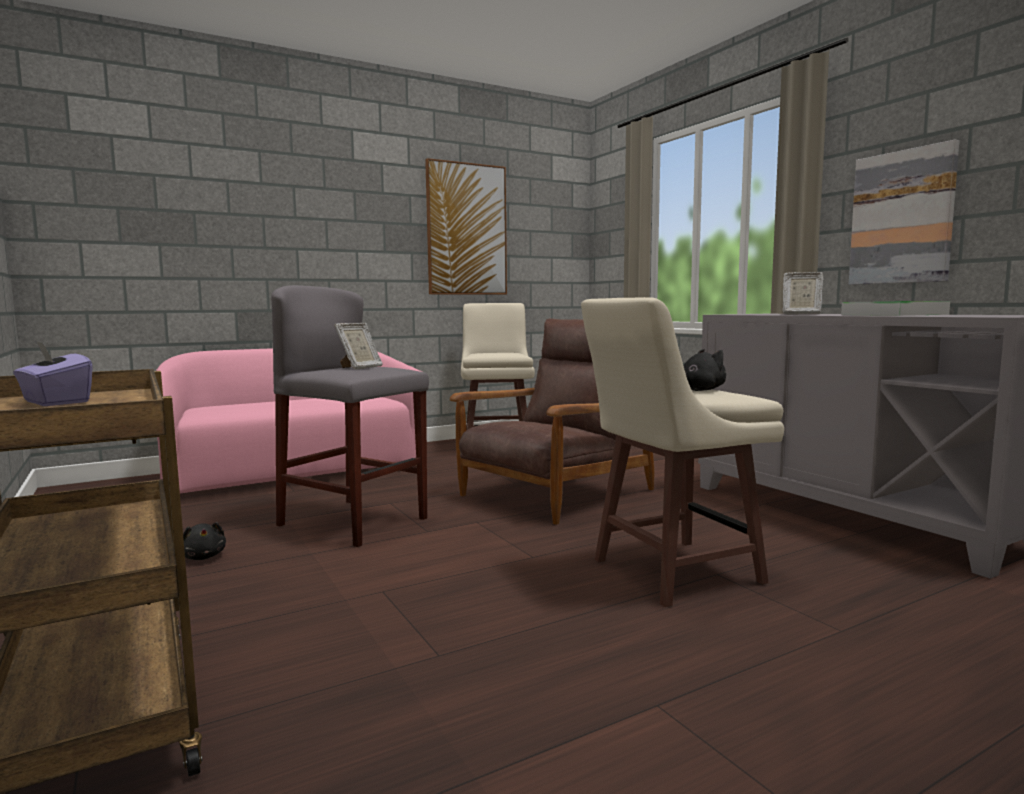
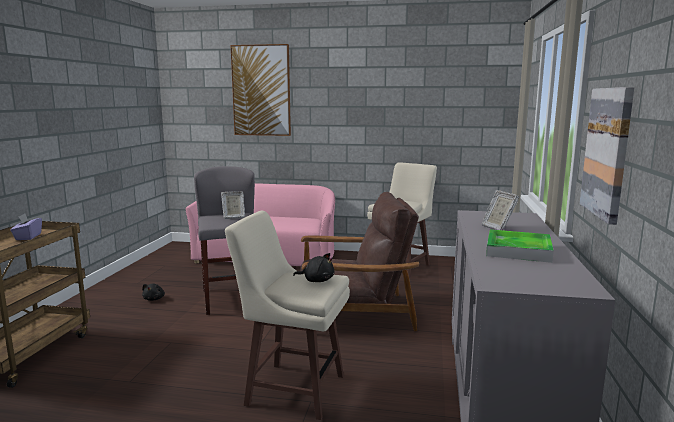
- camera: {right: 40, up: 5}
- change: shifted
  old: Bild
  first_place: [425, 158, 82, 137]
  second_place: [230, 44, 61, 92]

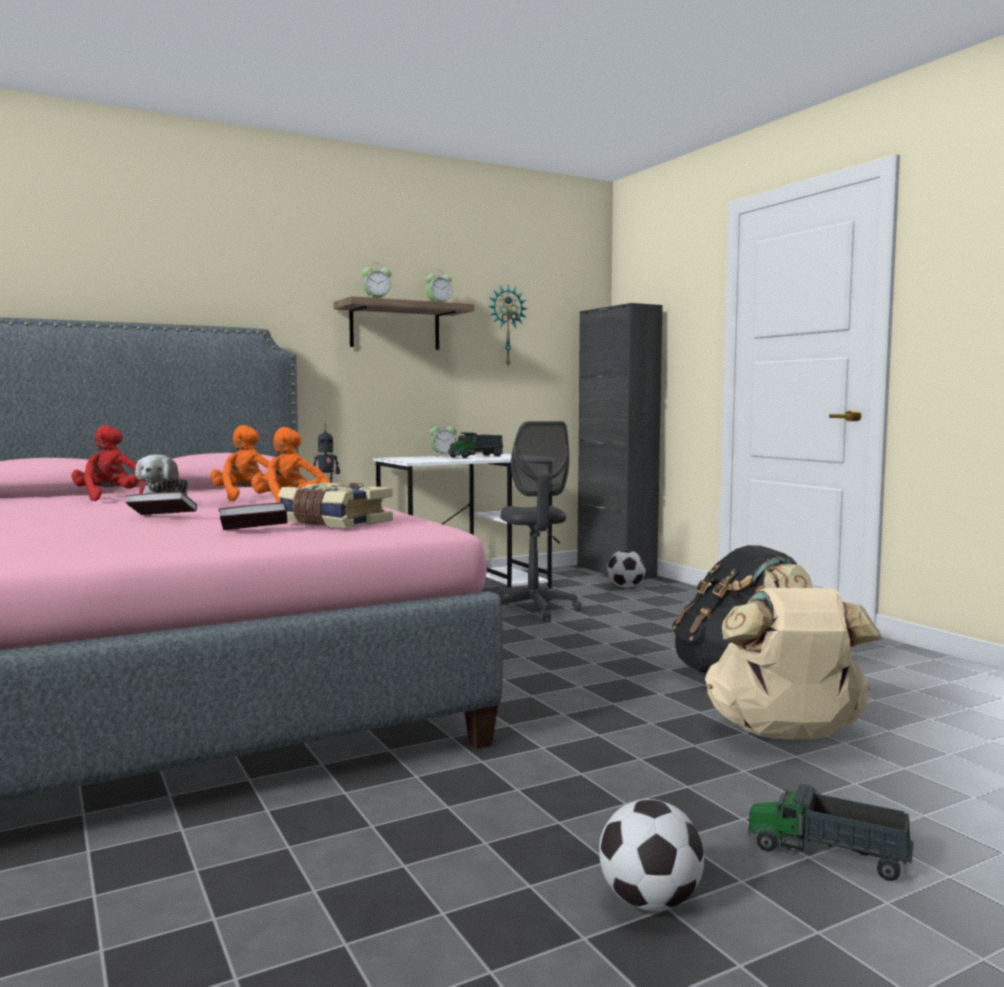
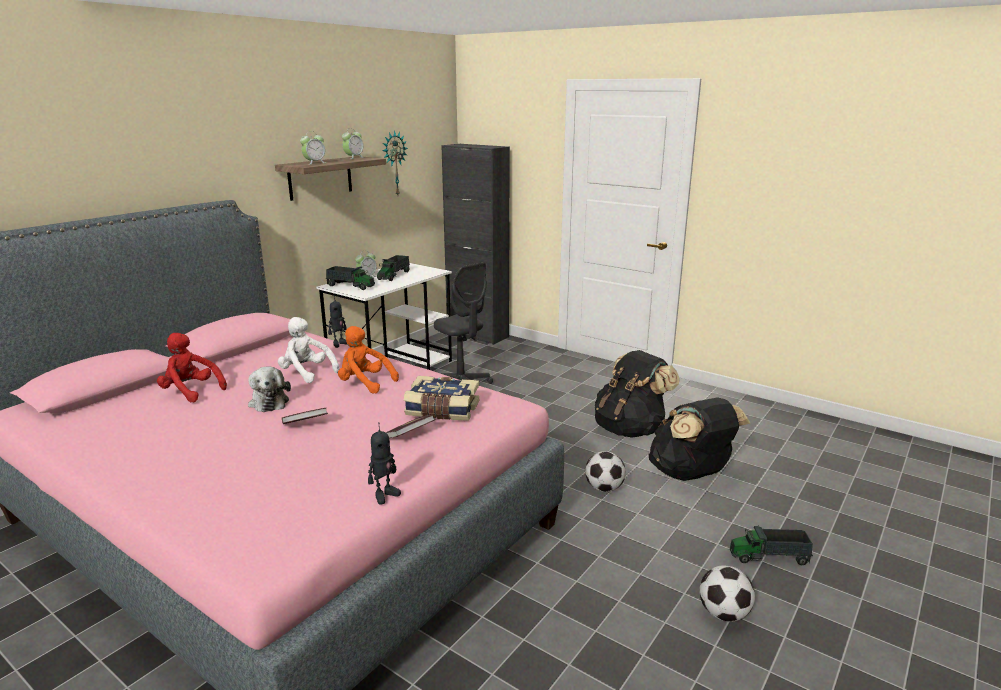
- camera: {right: -25, up: 15}
- change: new
  new: Spielzeuglaster
  second_place: [325, 266, 50, 24]
- change: new
  new: Spielzeugroboter
  second_place: [368, 422, 33, 83]
- change: shifted
  old: Fußball
  first_place: [607, 550, 39, 38]
  second_place: [585, 451, 41, 41]
- change: repainted
  old: Plüschtier (orange)
  new: Plüschtier (weiß)
  first_place: [210, 425, 60, 76]
  second_place: [278, 317, 61, 66]
- change: repainted
  old: Rucksack (beige)
  new: Rucksack (schwarz)
  first_place: [705, 588, 178, 151]
  second_place: [649, 397, 101, 84]

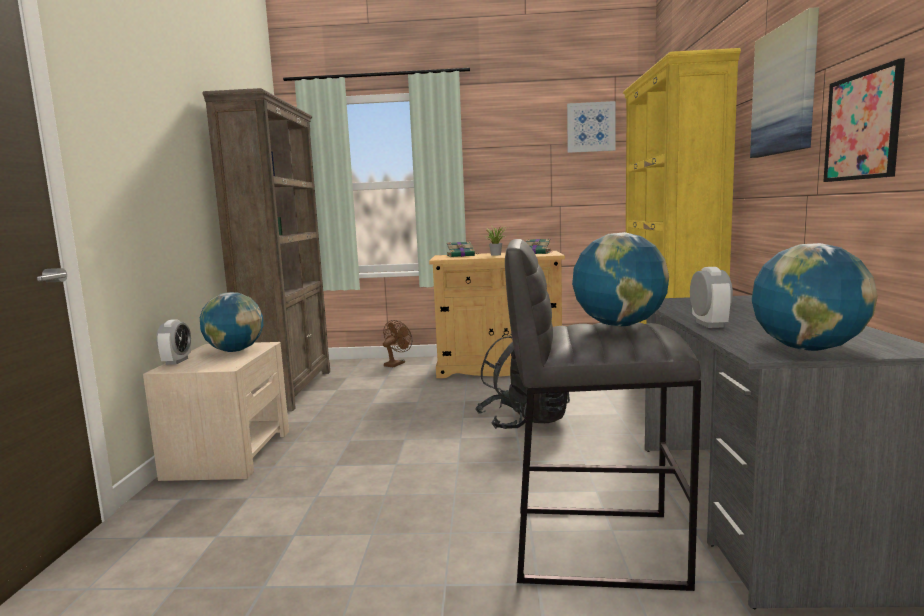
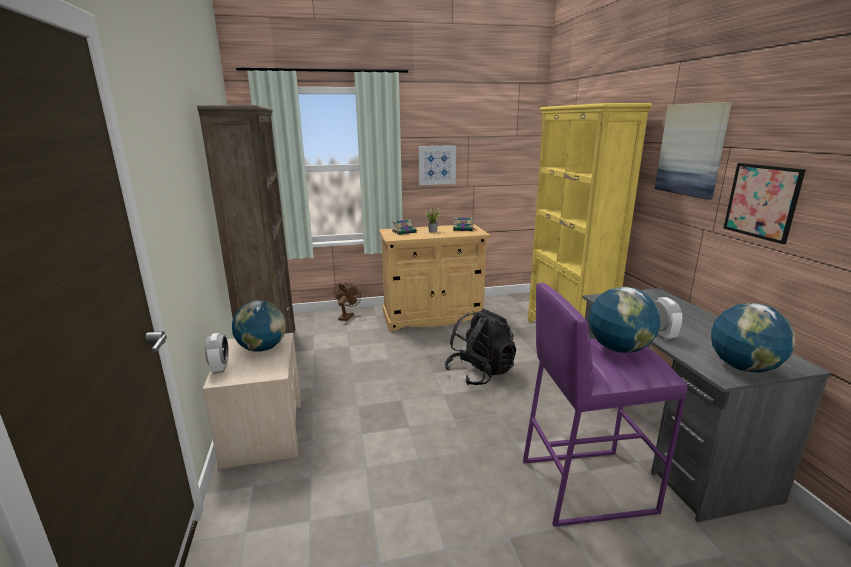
- camera: {right: -15, up: 10}
- change: shifted
  old: Bild
  first_place: [567, 101, 49, 52]
  second_place: [419, 145, 37, 40]
- change: repainted
  old: Hocker (grau)
  new: Hocker (lila)
  first_place: [505, 239, 196, 352]
  second_place: [523, 283, 164, 244]

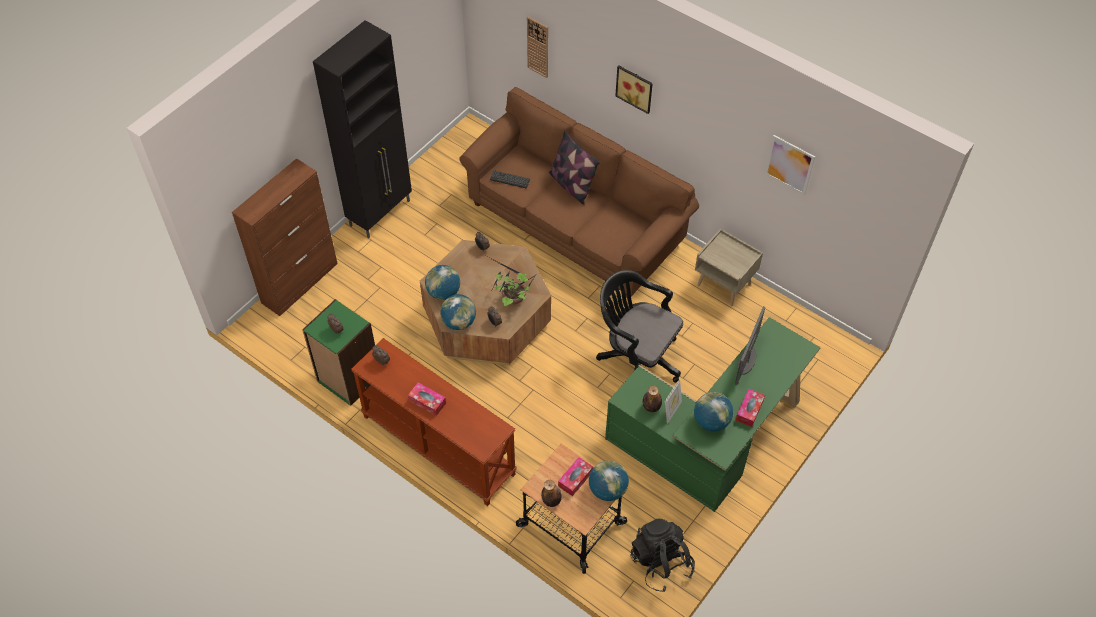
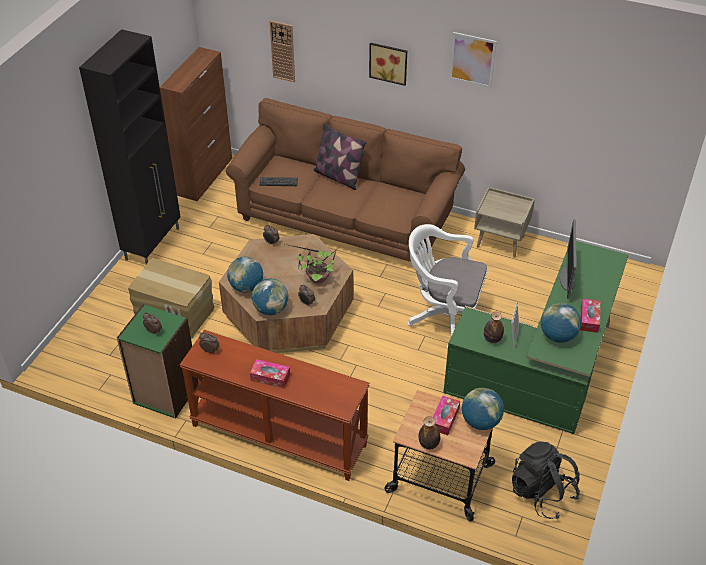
- camera: {right: -15, up: -10}
- change: new
  new: Karton
  second_place: [128, 258, 86, 81]
- change: shifted
  old: Schrank (braun)
  first_place: [232, 158, 106, 158]
  second_place: [160, 47, 72, 154]
- change: shifted
  old: Bild
  first_place: [765, 135, 50, 60]
  second_place: [449, 32, 48, 56]
- change: repainted
  old: Bürostuhl (schwarz)
  new: Bürostuhl (weiß)
  first_place: [596, 270, 87, 113]
  second_place: [407, 224, 80, 125]

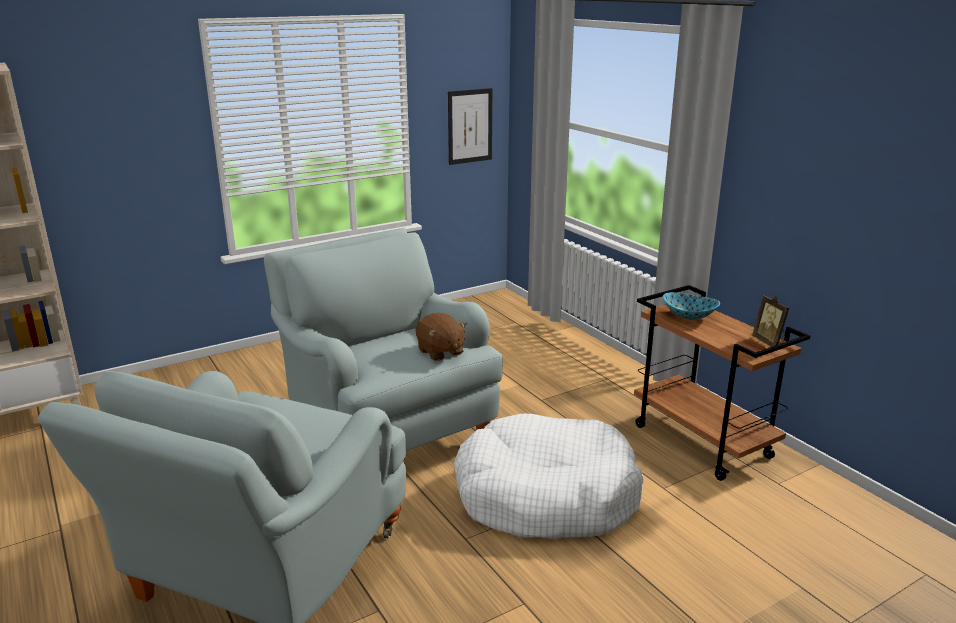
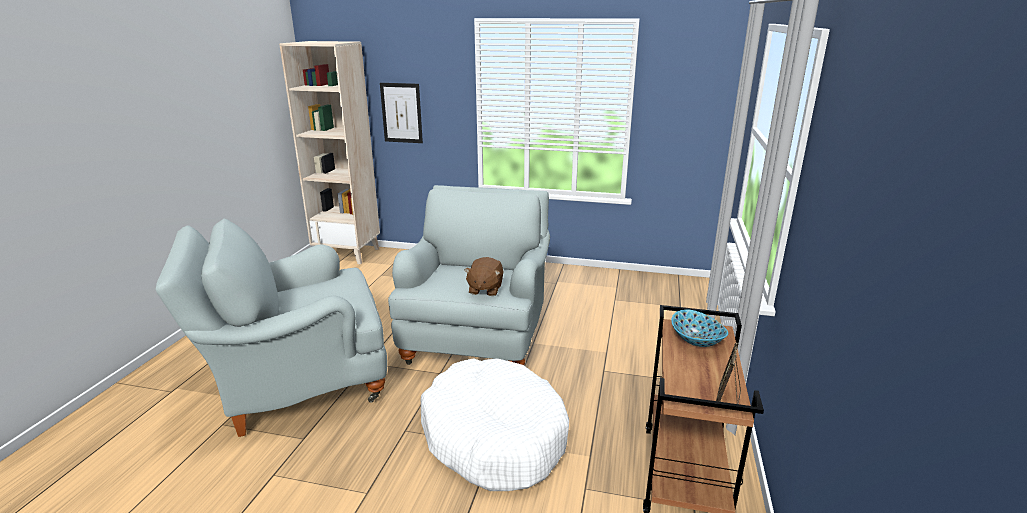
- camera: {right: 45, up: 0}
- change: shifted
  old: Bild
  first_place: [448, 88, 44, 77]
  second_place: [380, 83, 43, 60]

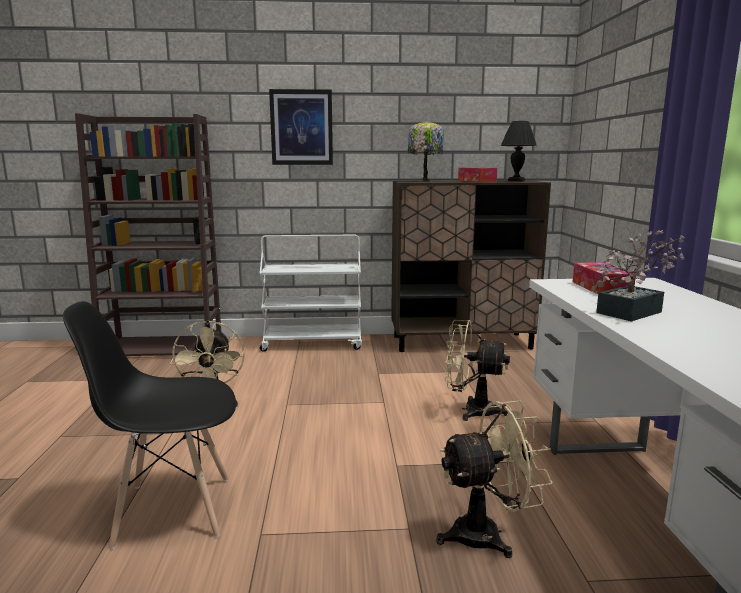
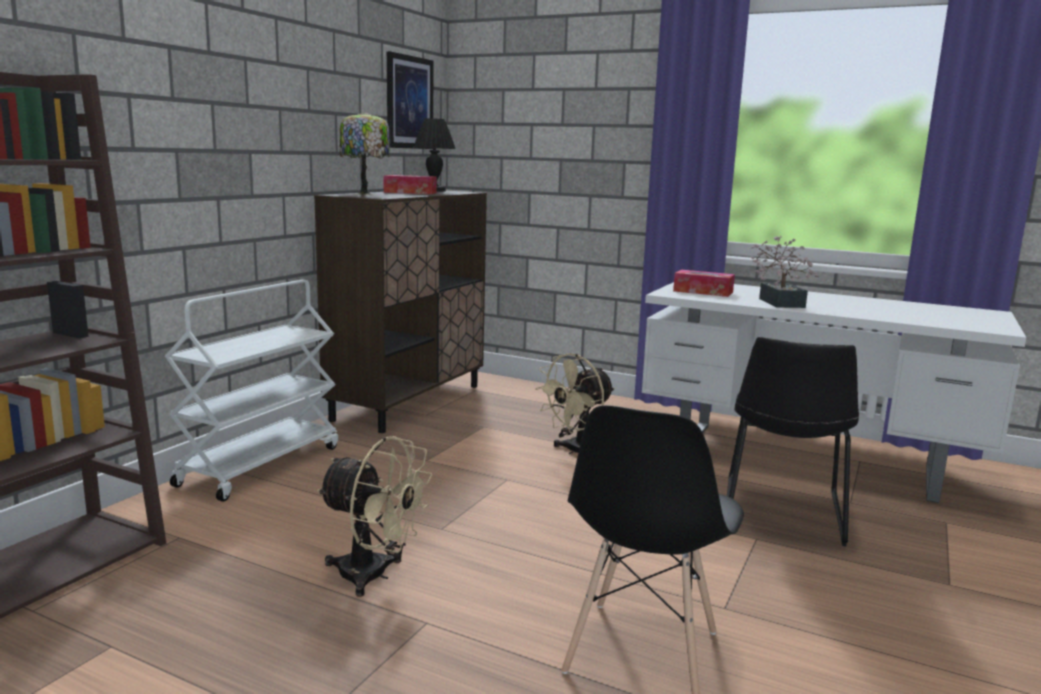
- camera: {right: -60, up: 0}
- change: shifted
  old: Bild
  first_place: [269, 89, 64, 76]
  second_place: [387, 51, 46, 98]
- change: swapped
  old: Ventilator (beige)
  new: Stuhl (schwarz)
  first_place: [436, 401, 117, 157]
  second_place: [727, 337, 132, 209]

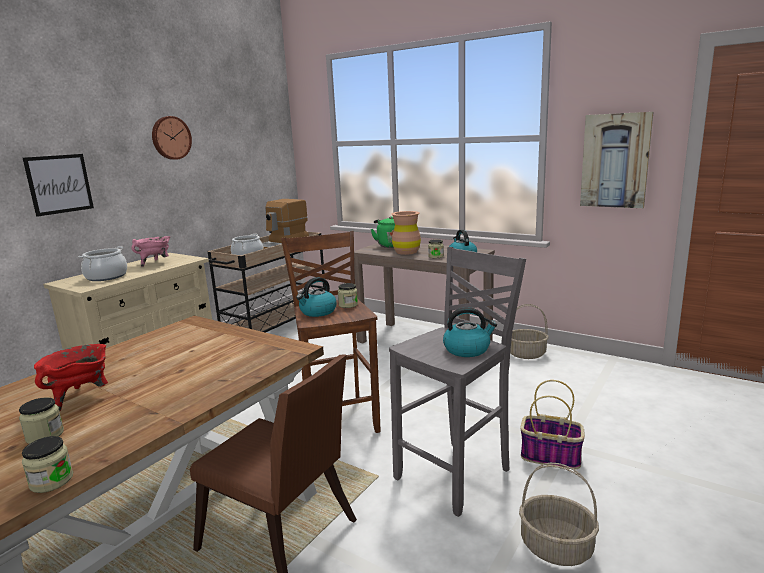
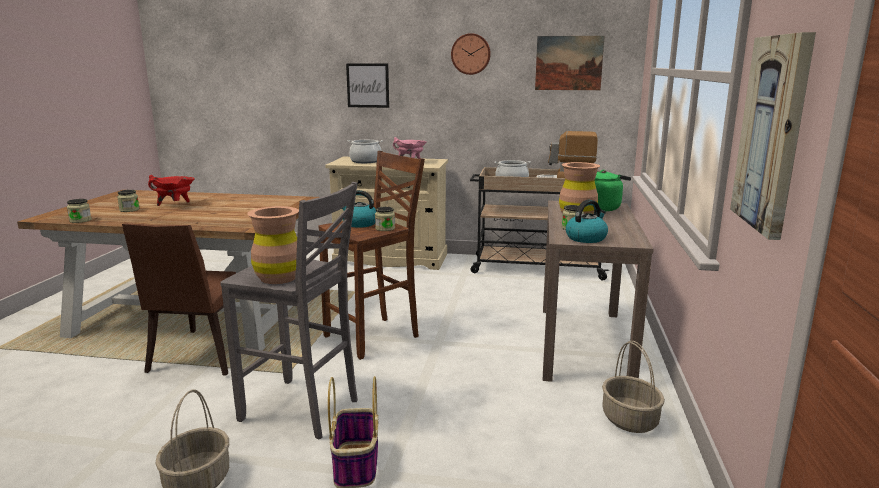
- camera: {right: 65, up: 0}
- change: new
  new: Bild
  second_place: [535, 36, 70, 54]
- change: swapped
  old: Wasserkessel
  new: Vase (braun)
  first_place: [443, 307, 54, 50]
  second_place: [247, 206, 52, 78]

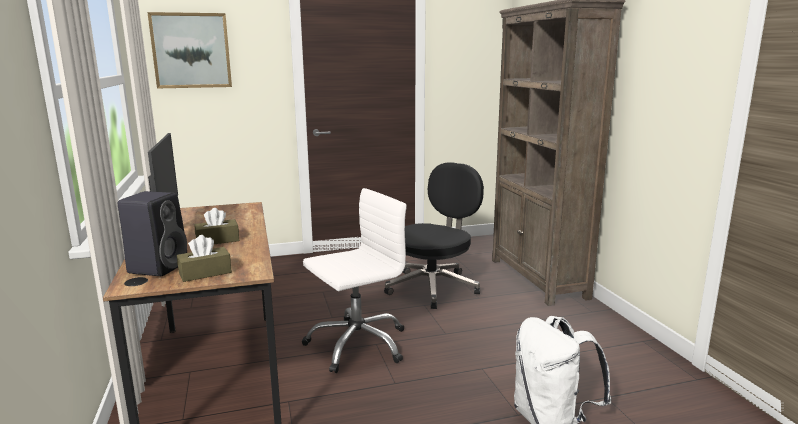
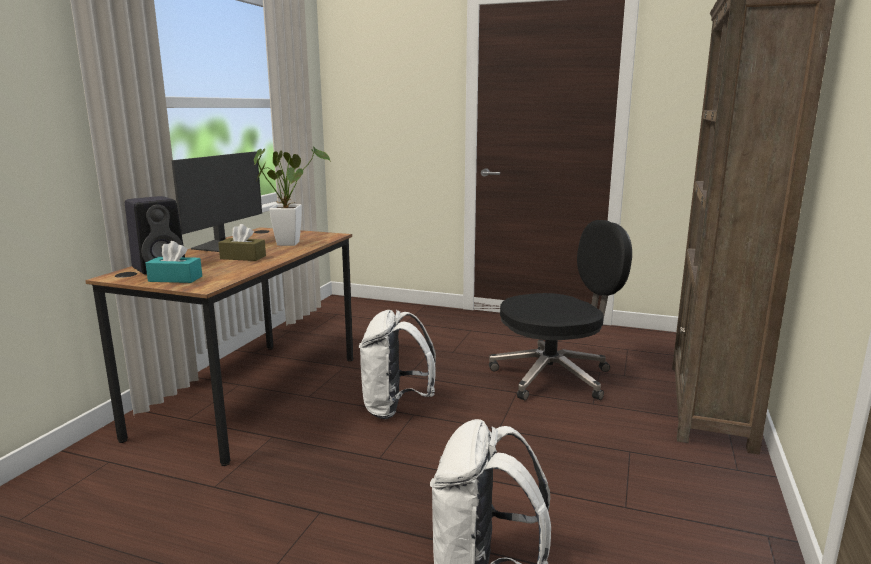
- camera: {right: 35, up: 0}
- change: gone
  old: Bild
  first_place: [147, 12, 85, 76]
- change: new
  new: Topfpflanze
  second_place: [254, 146, 77, 100]
- change: swapped
  old: Bürostuhl (weiß)
  new: Rucksack (weiß)
  first_place: [302, 188, 105, 185]
  second_place: [359, 310, 77, 109]
- change: repainted
  old: Taschentuchbox (braun)
  new: Taschentuchbox (türkis)
  first_place: [177, 235, 55, 47]
  second_place: [145, 241, 57, 42]

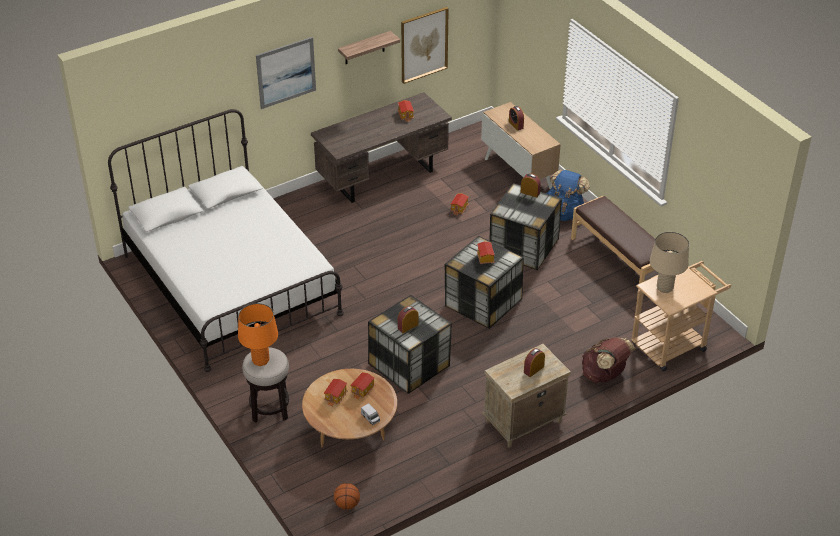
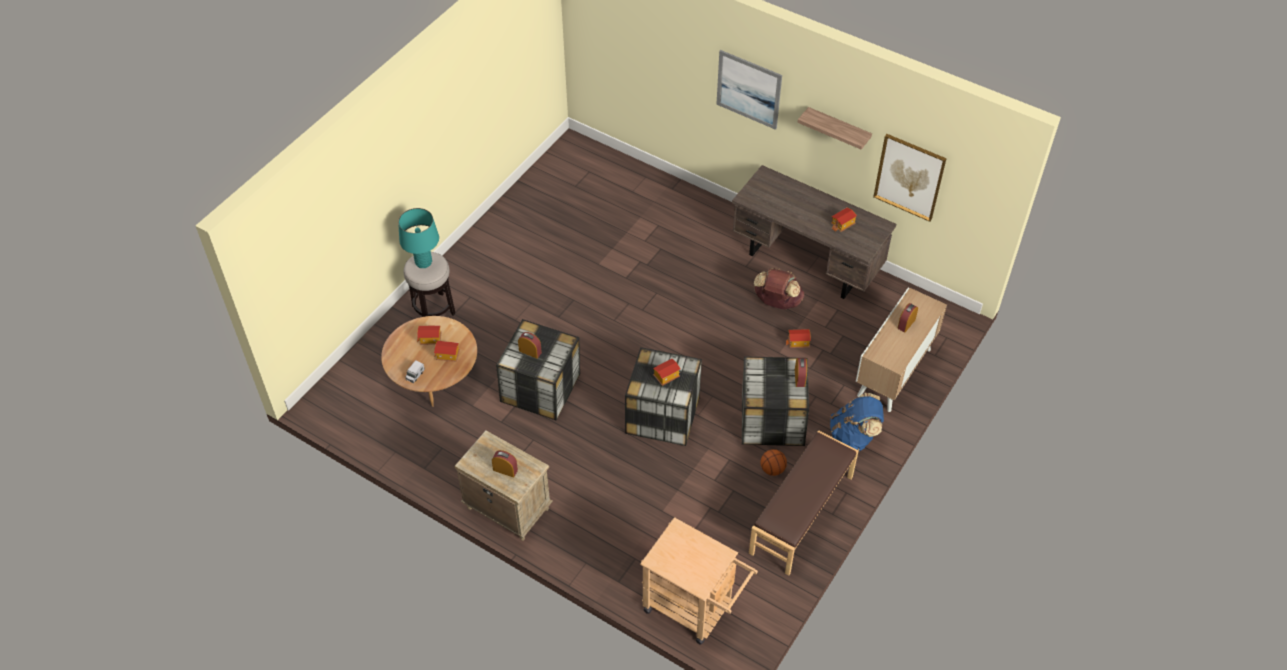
- camera: {right: 65, up: 10}
- change: gone
  old: Bett (weiß)
  first_place: [108, 109, 236, 263]
- change: gone
  old: Tischlampe (beige)
  first_place: [650, 232, 39, 61]
- change: shifted
  old: Basketball
  first_place: [334, 483, 26, 27]
  second_place: [761, 449, 26, 27]
- change: shifted
  old: Rucksack (braun)
  first_place: [582, 337, 54, 46]
  second_place: [754, 268, 50, 41]
- change: repainted
  old: Tischlampe (orange)
  new: Tischlampe (türkis)
  first_place: [238, 303, 40, 63]
  second_place: [398, 208, 41, 60]

